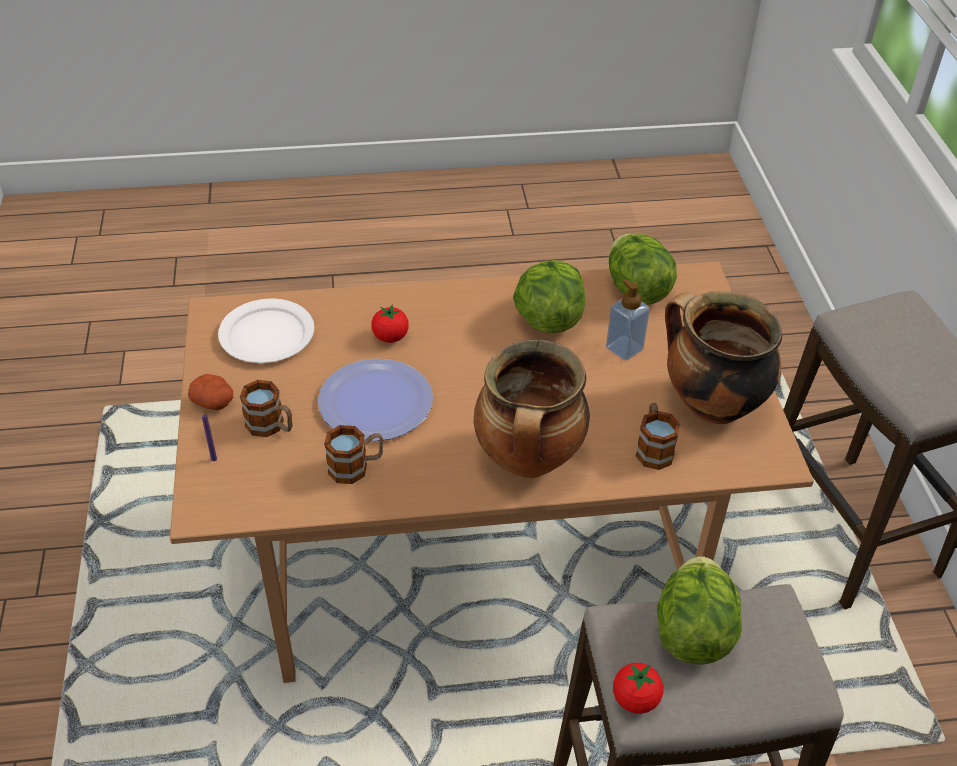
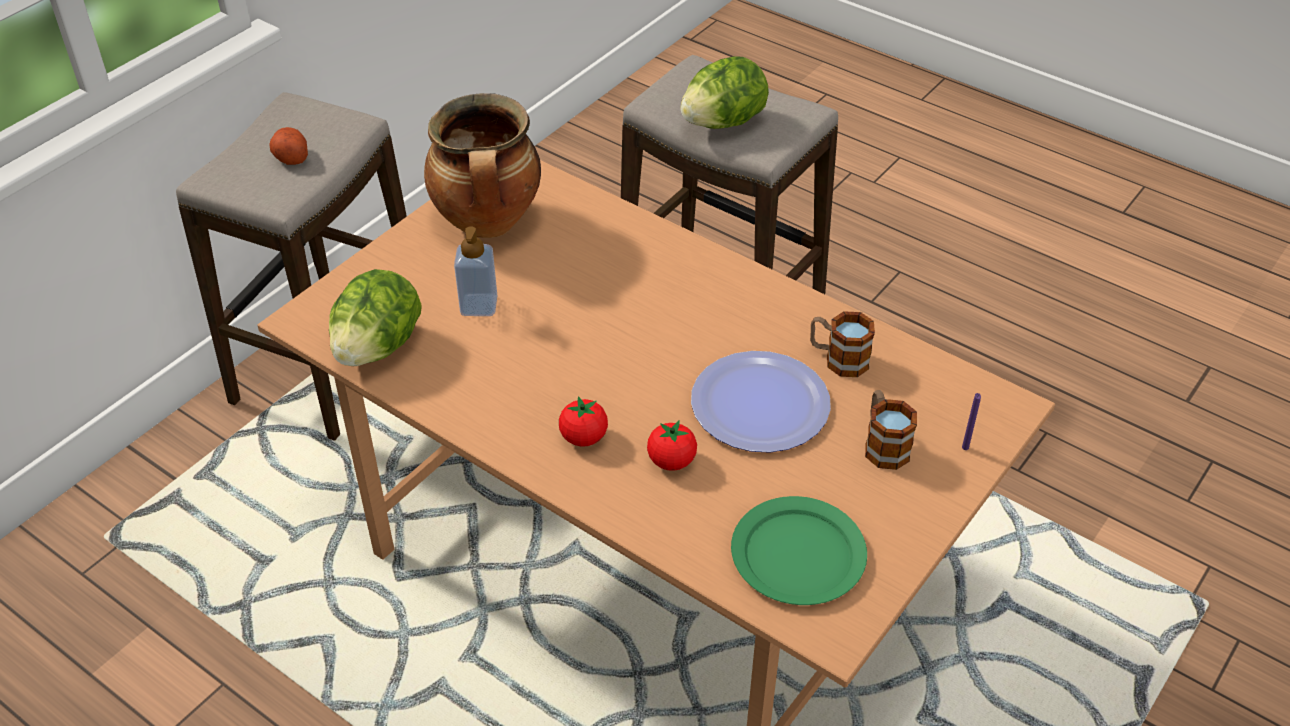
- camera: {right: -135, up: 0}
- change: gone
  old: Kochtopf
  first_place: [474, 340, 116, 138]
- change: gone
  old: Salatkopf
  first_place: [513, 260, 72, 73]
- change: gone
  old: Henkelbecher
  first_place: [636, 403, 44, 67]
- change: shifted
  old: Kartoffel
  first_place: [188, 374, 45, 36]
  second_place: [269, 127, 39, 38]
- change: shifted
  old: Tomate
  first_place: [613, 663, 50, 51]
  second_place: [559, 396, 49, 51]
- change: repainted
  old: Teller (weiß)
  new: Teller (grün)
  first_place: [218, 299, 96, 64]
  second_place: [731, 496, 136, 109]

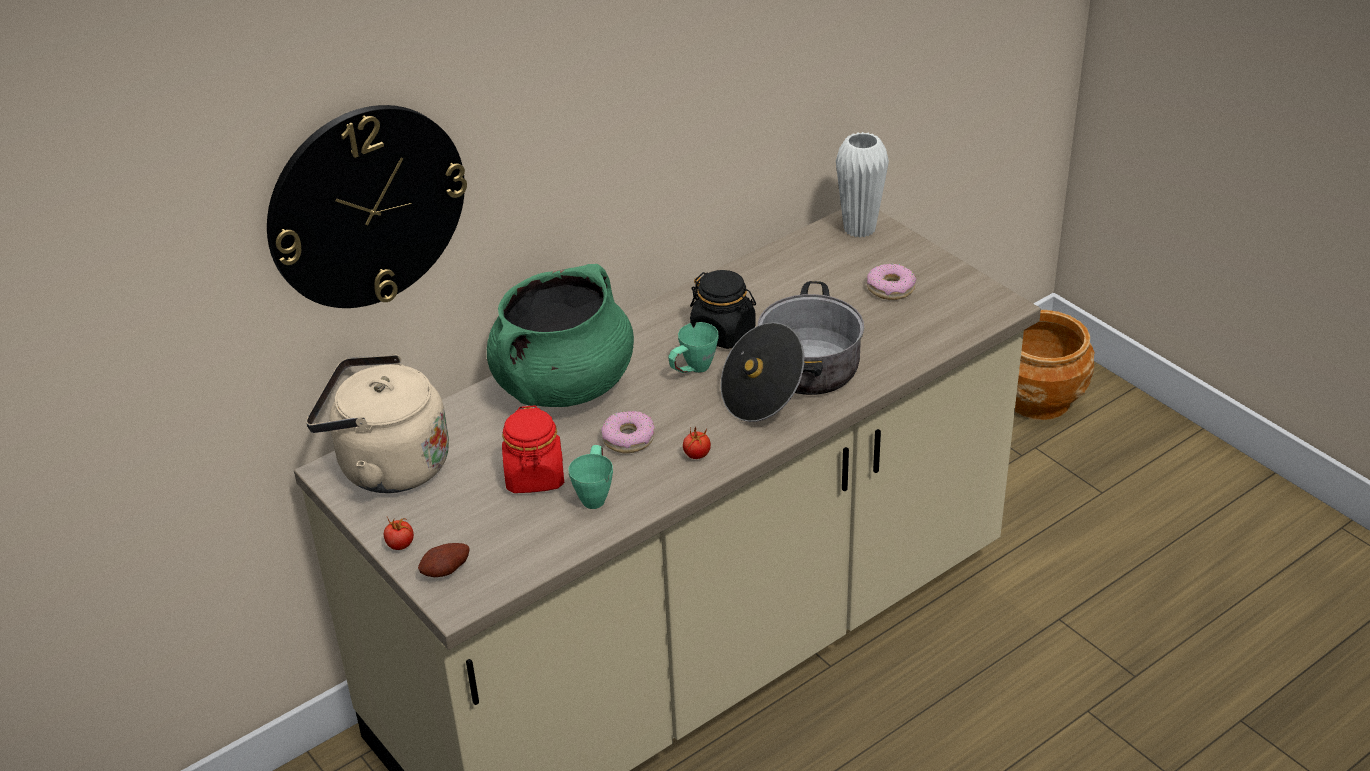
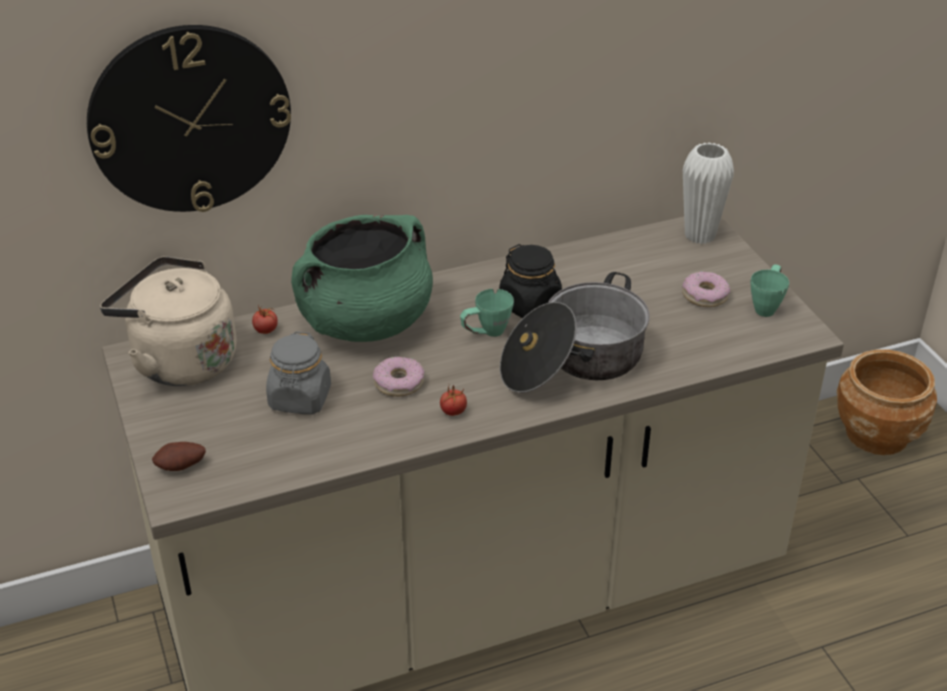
- camera: {right: 15, up: 0}
- change: shifted
  old: Tomate
  first_place: [384, 517, 30, 33]
  second_place: [252, 305, 26, 29]
- change: shifted
  old: Henkelbecher (grün)
  first_place: [569, 445, 44, 64]
  second_place: [750, 264, 39, 53]
- change: repainted
  old: Vorratsglas (rot)
  new: Vorratsglas (grau)
  first_place: [502, 405, 62, 88]
  second_place: [266, 331, 65, 83]

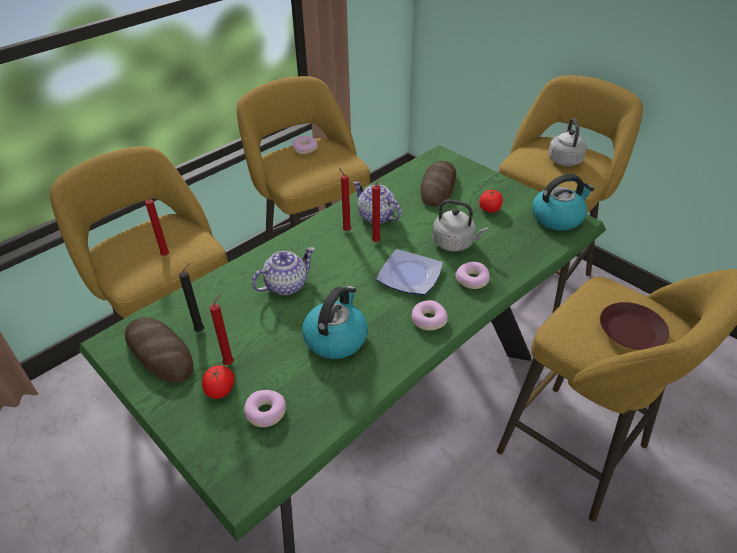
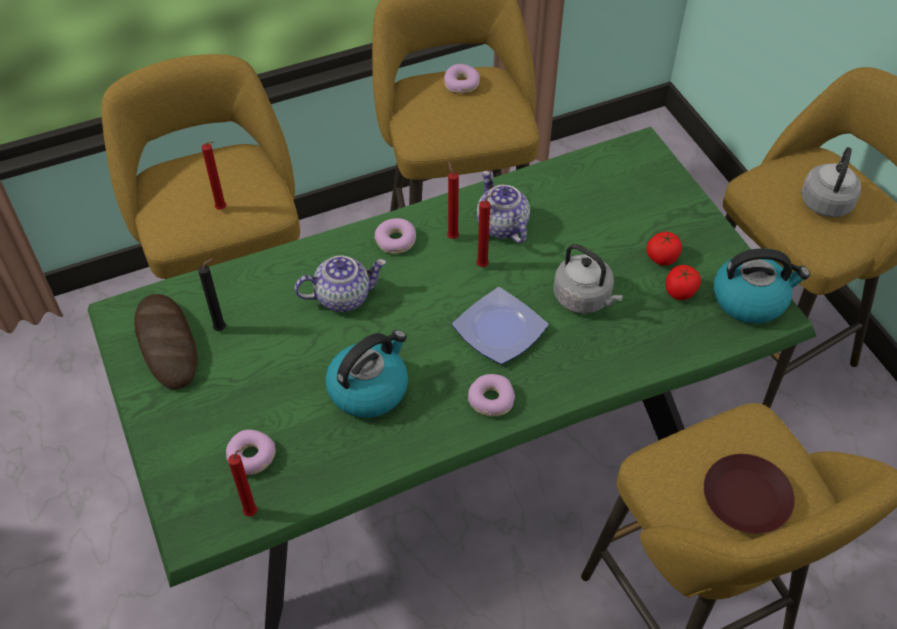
- camera: {right: 20, up: 10}
- change: gone
  old: Brot
  first_place: [421, 161, 35, 46]
- change: shifted
  old: Tomate
  first_place: [202, 365, 33, 34]
  second_place: [666, 265, 35, 35]
- change: shifted
  old: Kerze (rot)
  first_place: [210, 294, 24, 71]
  second_place: [228, 446, 29, 71]
- change: shifted
  old: Donut
  first_place: [455, 262, 35, 27]
  second_place: [374, 218, 42, 36]

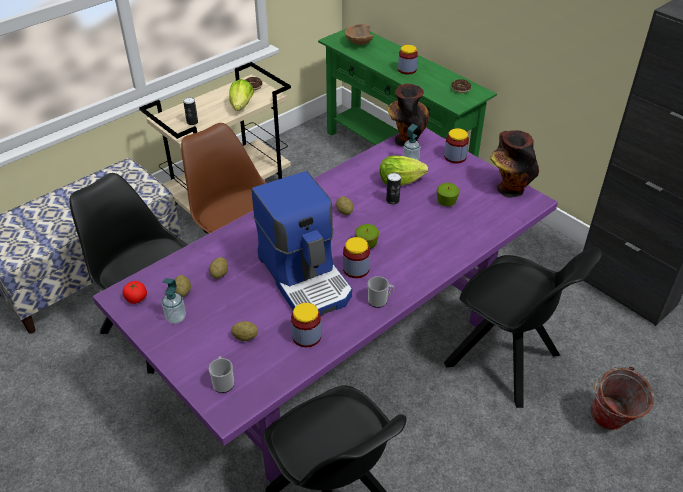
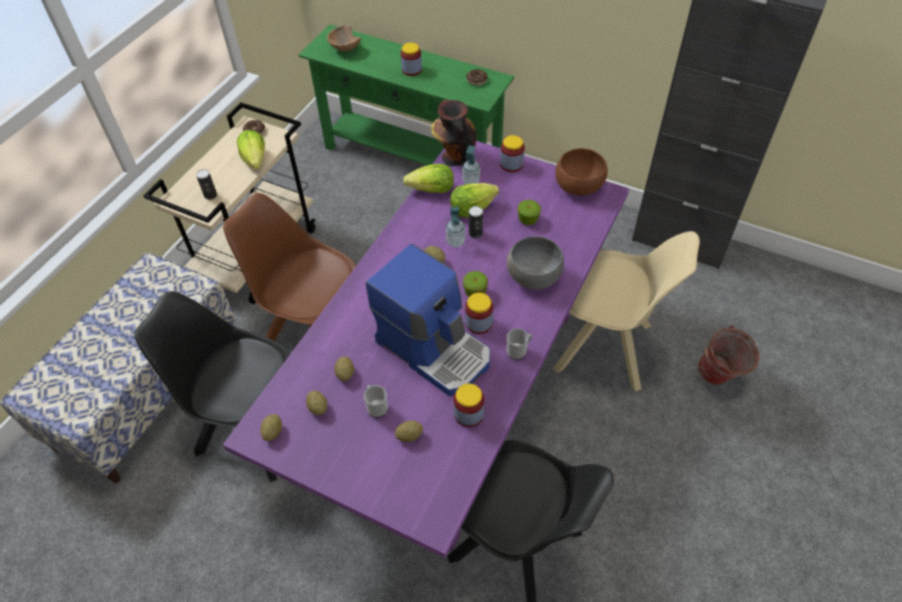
- camera: {right: -20, up: 10}
- change: new
  new: Salatkopf
  second_place: [403, 164, 51, 29]
- change: new
  new: Schüssel (grau)
  second_place: [507, 236, 57, 54]
- change: shifted
  old: Seifenspender
  first_place: [162, 278, 24, 46]
  second_place: [446, 207, 19, 40]
- change: shifted
  old: Henkelbecher
  first_place: [209, 356, 25, 37]
  second_place: [364, 385, 24, 32]
- change: swapped
  old: Tomate
  new: Kartoffel
  first_place: [123, 281, 24, 23]
  second_place: [260, 414, 22, 27]
- change: swapped
  old: Vase
  new: Schüssel (braun)
  first_place: [490, 130, 49, 68]
  second_place: [555, 148, 53, 48]
- change: repainted
  old: Stuhl (schwarz)
  new: Stuhl (beige)
  first_place: [444, 247, 158, 161]
  second_place: [553, 231, 147, 160]

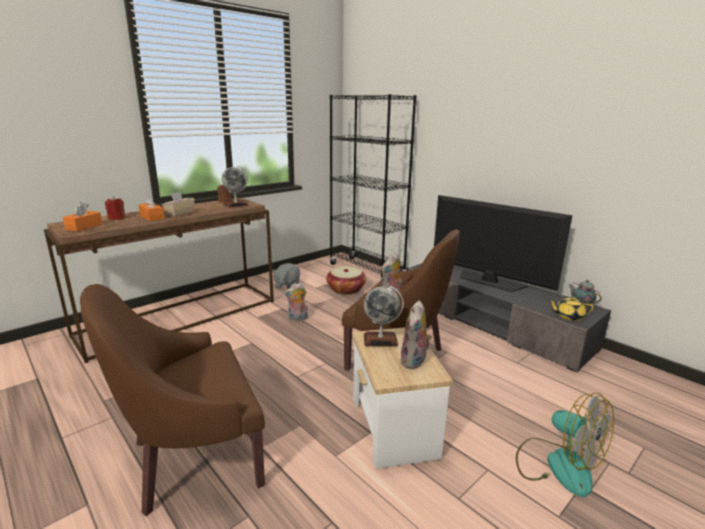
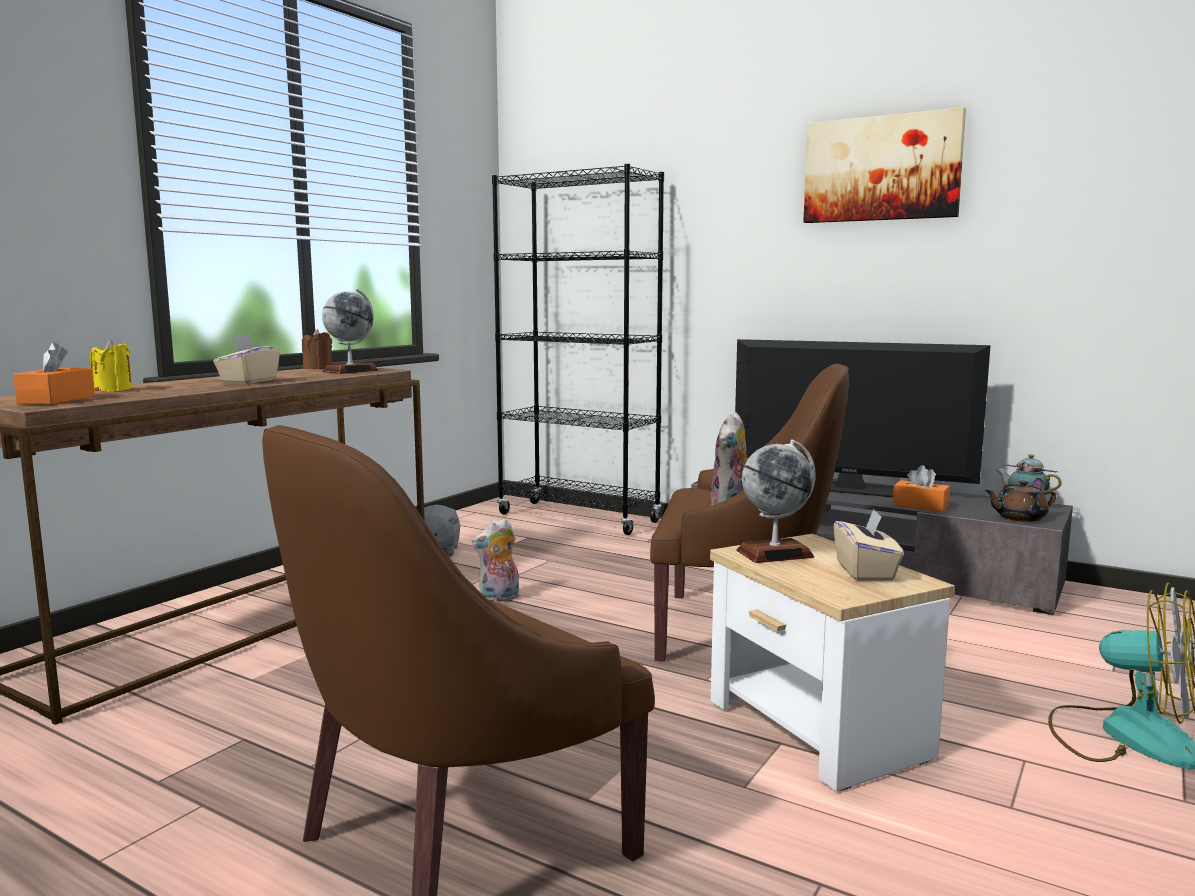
- camera: {right: -15, up: -10}
- change: gone
  old: Korb
  first_place: [326, 266, 40, 29]
- change: new
  new: Bild
  second_place: [803, 107, 163, 116]
- change: shifted
  old: Taschentuchbox (orange)
  first_place: [139, 195, 25, 26]
  second_place: [893, 465, 57, 47]
- change: swapped
  old: Plüschtier
  new: Taschentuchbox (beige)
  first_place: [400, 301, 32, 68]
  second_place: [834, 509, 70, 72]
- change: repainted
  old: Kerze (rot)
  new: Kerze (gelb)
  first_place: [105, 197, 20, 23]
  second_place: [90, 340, 43, 51]
- change: repainted
  old: Teekanne (gelb)
  new: Teekanne (braun)
  first_place: [548, 297, 46, 24]
  second_place: [985, 480, 71, 42]

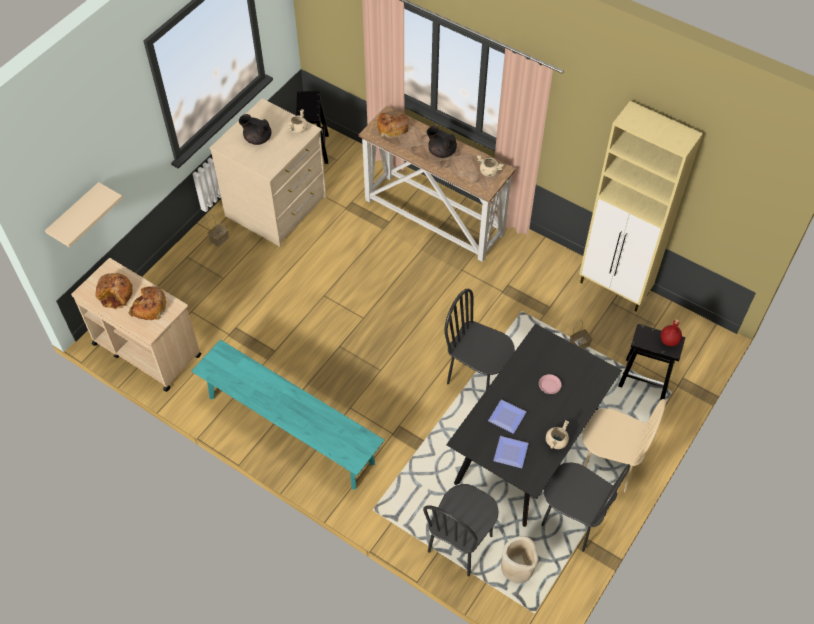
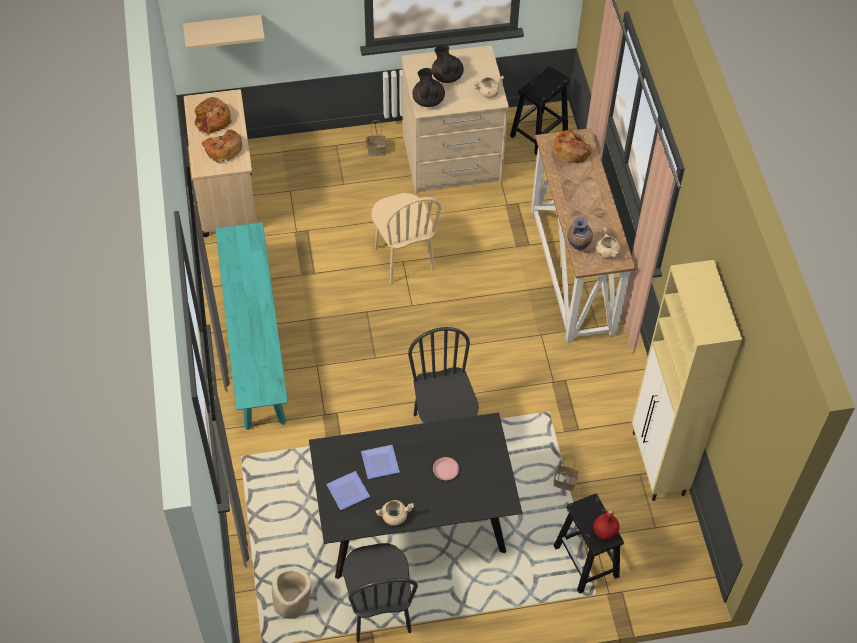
- camera: {right: 45, up: 0}
- change: gone
  old: Stuhl (schwarz)
  first_place: [423, 484, 76, 93]
- change: new
  new: Vase
  second_place: [567, 216, 26, 34]
- change: shifted
  old: Teekanne (schwarz)
  first_place: [427, 126, 30, 32]
  second_place: [412, 68, 33, 39]
- change: shifted
  old: Stuhl (beige)
  first_place: [582, 399, 84, 93]
  second_place: [372, 193, 70, 91]

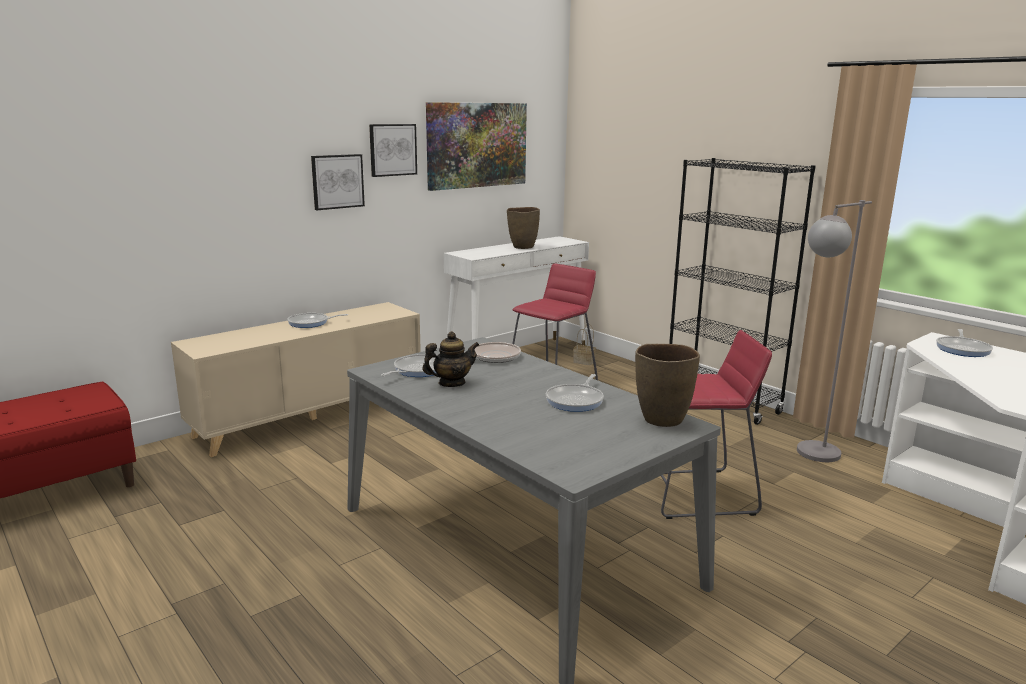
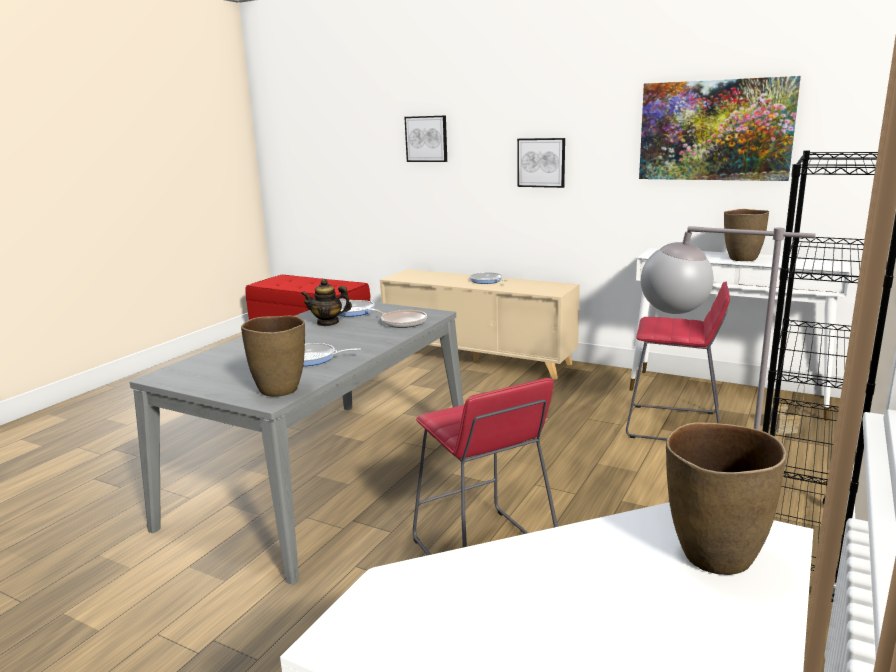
- camera: {right: 70, up: 0}
- change: shifted
  old: Bild
  first_place: [369, 124, 48, 53]
  second_place: [404, 115, 43, 47]
- change: swapped
  old: Pfanne
  new: Vase (braun)
  first_place: [936, 329, 57, 28]
  second_place: [666, 422, 120, 153]
- change: rotated
  old: Teekanne
  first_place: [422, 331, 57, 56]
  second_place: [301, 279, 51, 47]
  degrees: 135

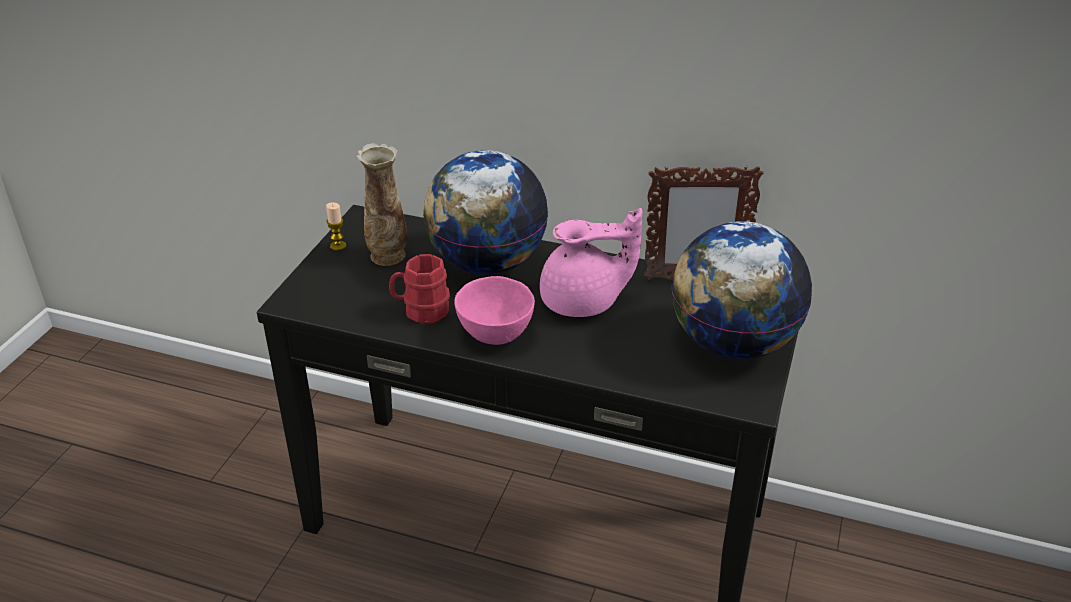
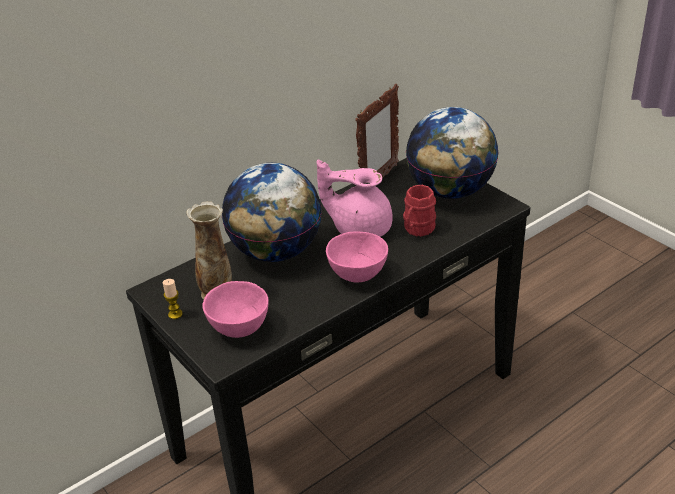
- camera: {right: -55, up: 0}
- change: new
  new: Schüssel (rosa)
  second_place: [202, 281, 66, 57]
- change: shifted
  old: Henkelbecher (rot)
  first_place: [389, 254, 61, 70]
  second_place: [403, 185, 33, 52]
- change: rotated
  old: Teekanne (rosa)
  first_place: [540, 208, 102, 109]
  second_place: [317, 159, 76, 78]
  degrees: -105

